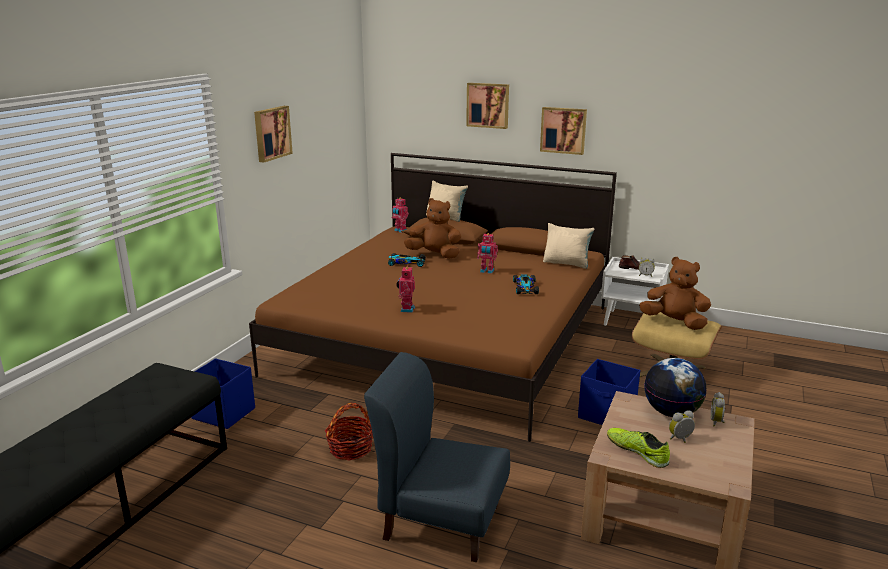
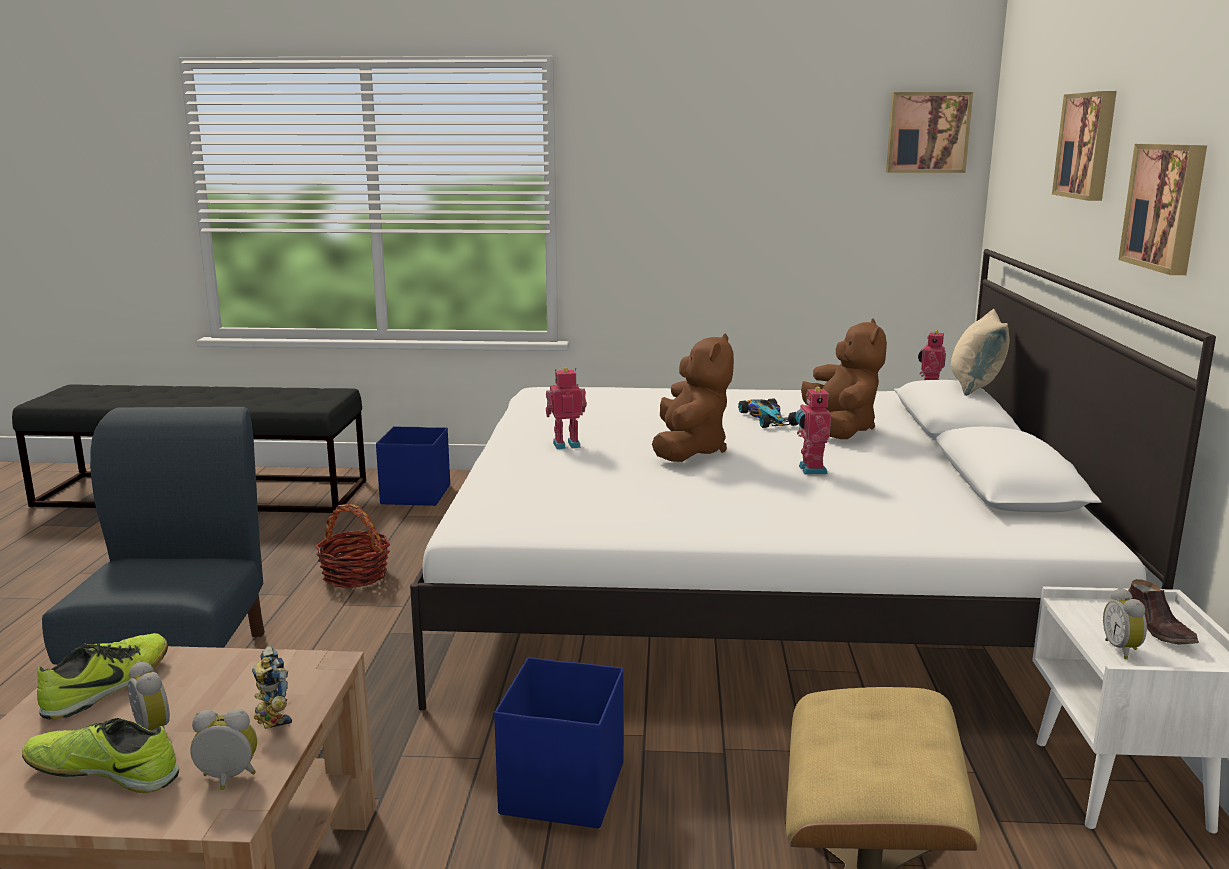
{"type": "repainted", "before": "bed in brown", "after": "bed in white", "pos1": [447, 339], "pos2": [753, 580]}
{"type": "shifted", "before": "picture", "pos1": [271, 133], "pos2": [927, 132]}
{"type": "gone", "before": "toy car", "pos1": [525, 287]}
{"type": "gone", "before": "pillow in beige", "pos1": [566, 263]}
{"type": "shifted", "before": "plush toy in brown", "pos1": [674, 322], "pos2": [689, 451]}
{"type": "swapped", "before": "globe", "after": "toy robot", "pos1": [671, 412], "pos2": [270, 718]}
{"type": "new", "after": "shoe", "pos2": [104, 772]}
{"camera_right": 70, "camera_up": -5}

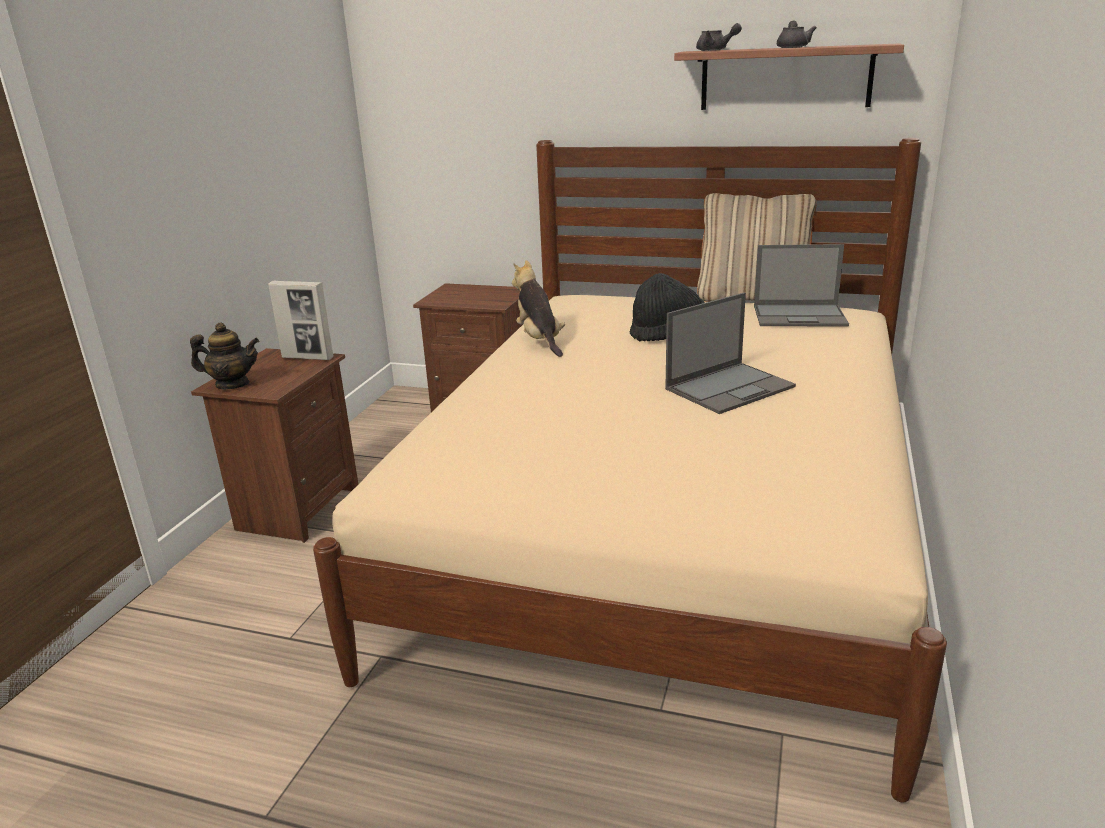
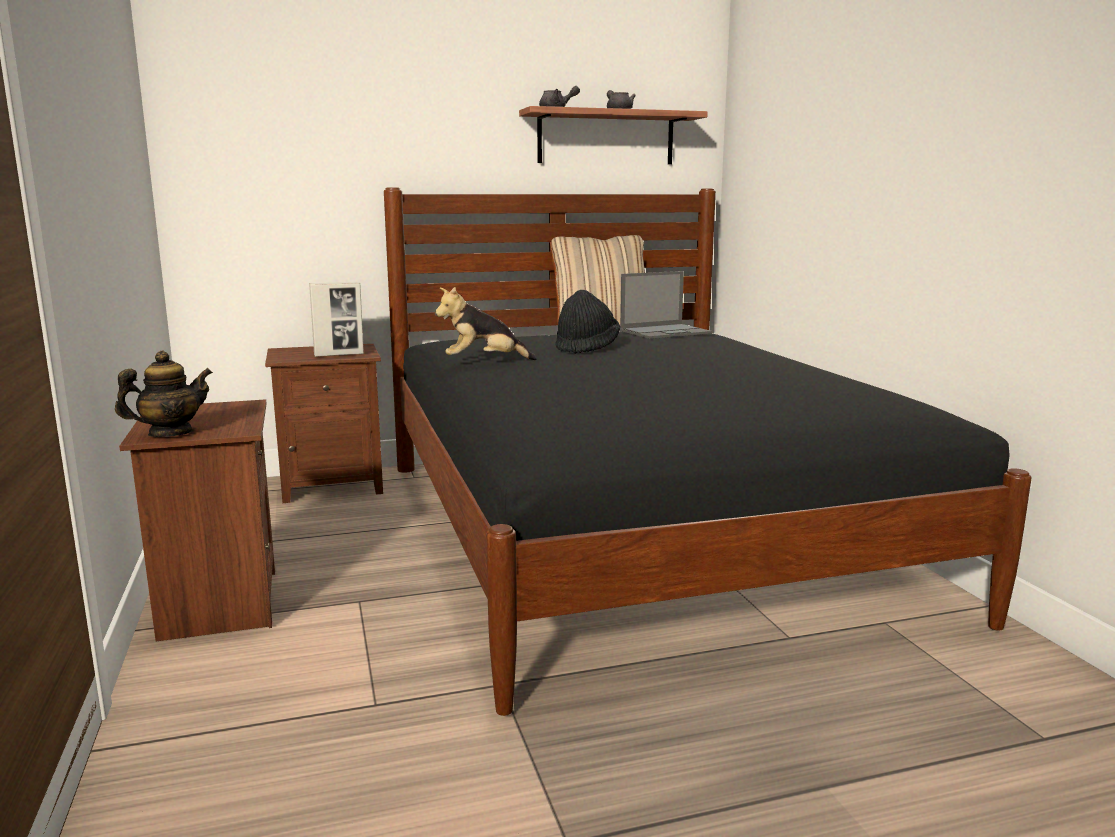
{"type": "shifted", "before": "picture frame", "pos1": [308, 357], "pos2": [339, 355]}
{"type": "repainted", "before": "bed in beige", "after": "bed in black", "pos1": [667, 533], "pos2": [634, 532]}
{"type": "rotated", "before": "plush toy", "pos1": [539, 340], "pos2": [484, 362], "turn": -45}
{"type": "gone", "before": "laptop", "pos1": [730, 387]}
{"camera_right": -35, "camera_up": -10}

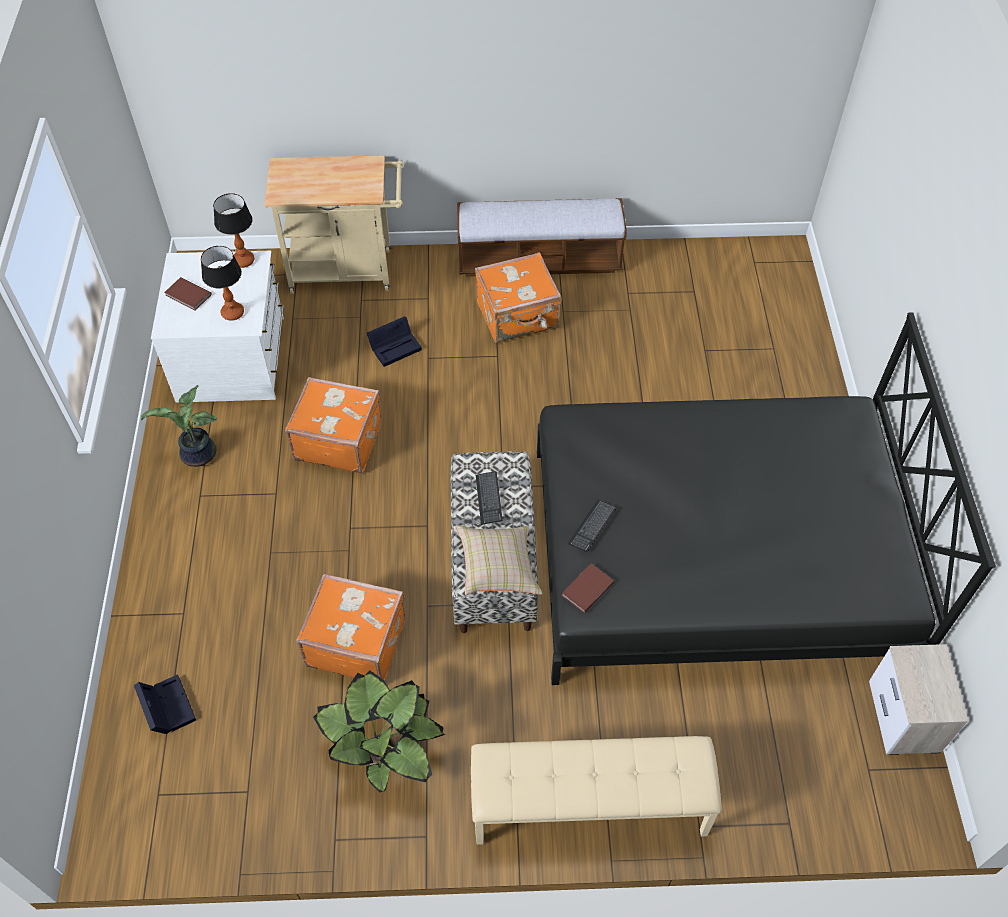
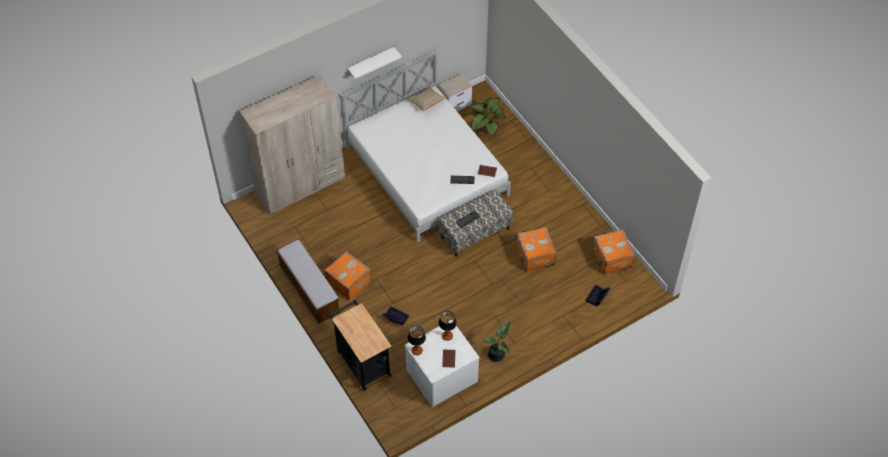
{"type": "repainted", "before": "cart in beige", "after": "cart in black", "pos1": [348, 270], "pos2": [362, 361]}
{"type": "shifted", "before": "suitcase in orange", "pos1": [338, 440], "pos2": [611, 259]}
{"type": "shifted", "before": "potted plant", "pos1": [385, 754], "pos2": [486, 130]}
{"type": "shifted", "before": "pillow in beige", "pos1": [498, 568], "pos2": [426, 102]}
{"type": "gone", "before": "bench in beige", "pos1": [589, 807]}
{"type": "repainted", "before": "bed in black", "after": "bed in white", "pos1": [715, 554], "pos2": [426, 171]}
{"type": "new", "after": "wardrobe in beige", "pos2": [300, 185]}
{"type": "new", "after": "shelf in white", "pos2": [371, 62]}
{"camera_right": -120, "camera_up": 0}

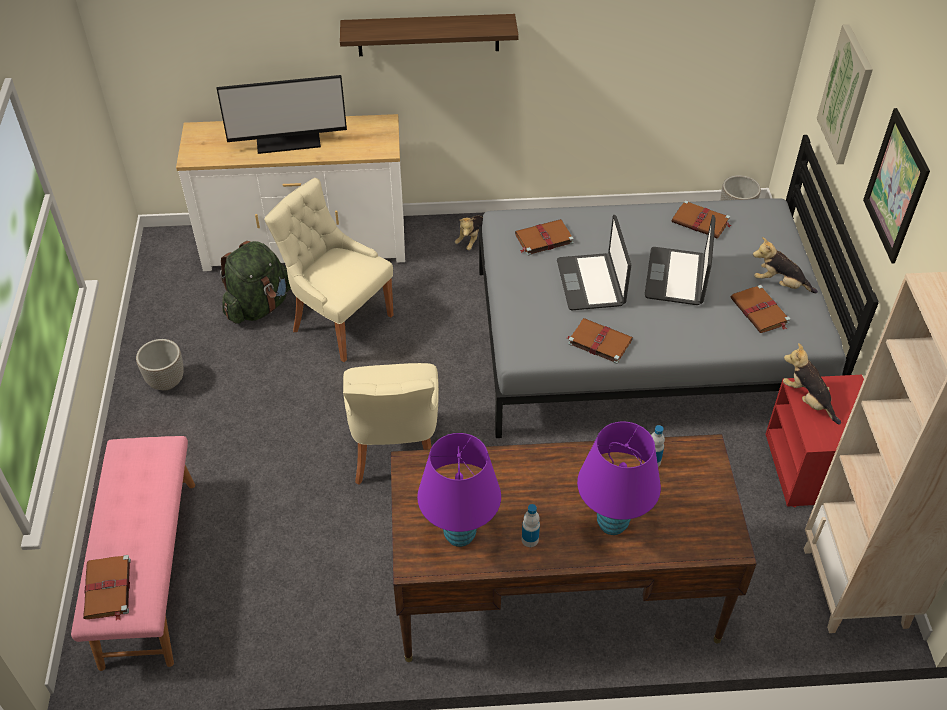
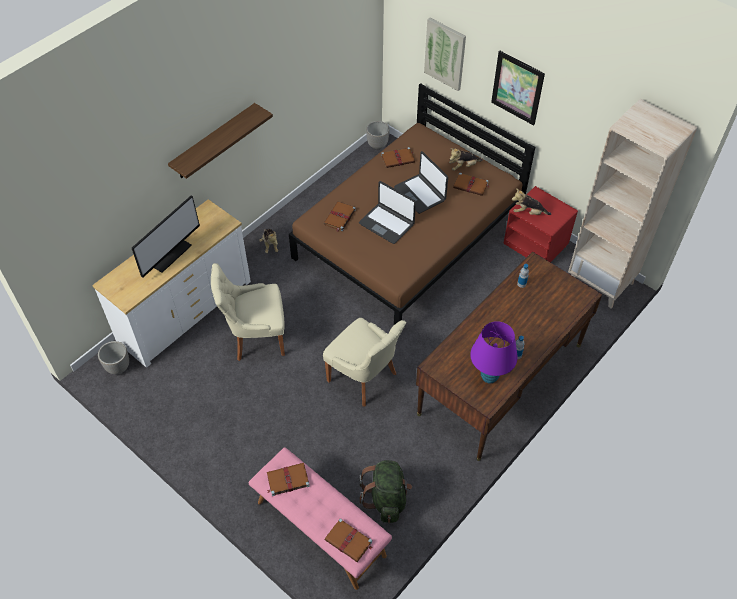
{"type": "shifted", "before": "planter", "pos1": [166, 382], "pos2": [118, 367]}
{"type": "shifted", "before": "backpack in green", "pos1": [259, 306], "pos2": [386, 498]}
{"type": "repainted", "before": "bed in grey", "after": "bed in brown", "pos1": [645, 340], "pos2": [408, 237]}
{"type": "shifted", "before": "book in brown", "pos1": [598, 341], "pos2": [287, 480]}
{"type": "gone", "before": "table lamp in purple", "pos1": [612, 523]}
{"camera_right": -45, "camera_up": 5}

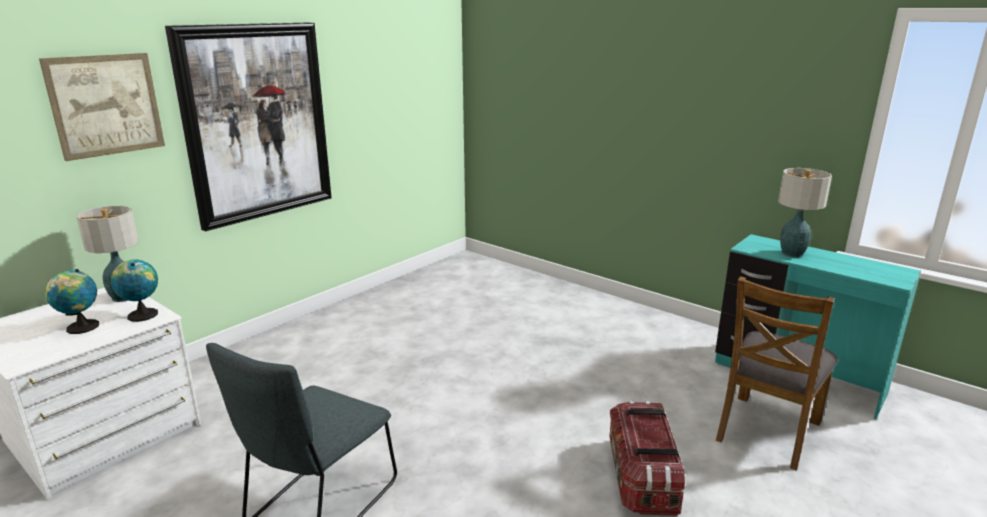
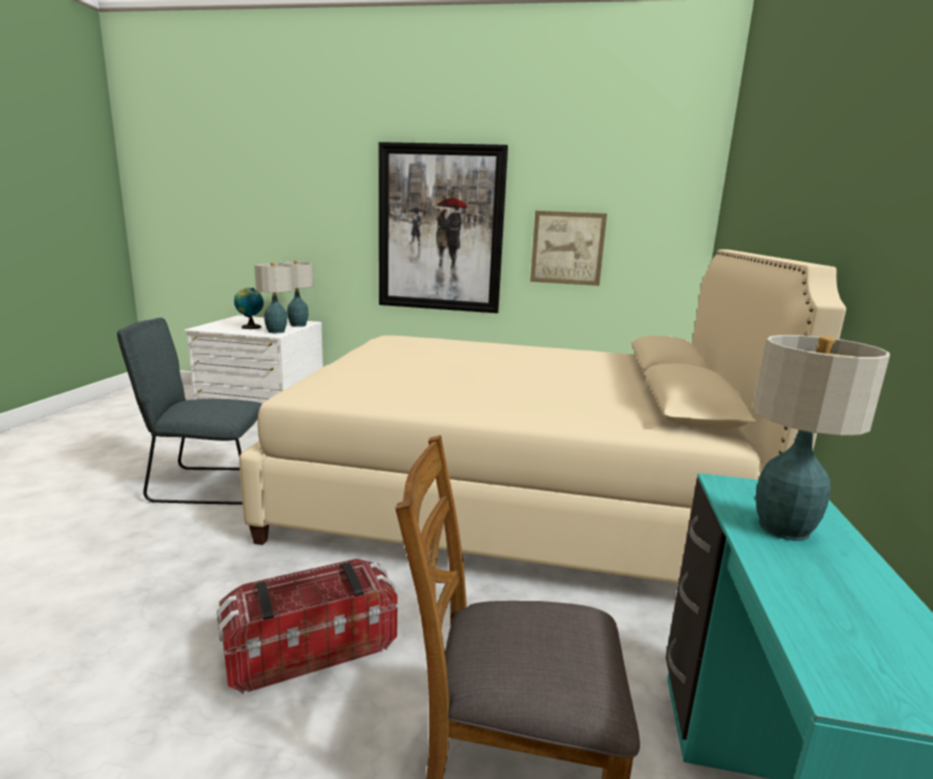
{"type": "shifted", "before": "picture", "pos1": [106, 105], "pos2": [567, 248]}
{"type": "swapped", "before": "globe", "after": "table lamp", "pos1": [142, 314], "pos2": [276, 331]}
{"type": "new", "after": "bed in beige", "pos2": [510, 495]}
{"camera_right": 60, "camera_up": -5}

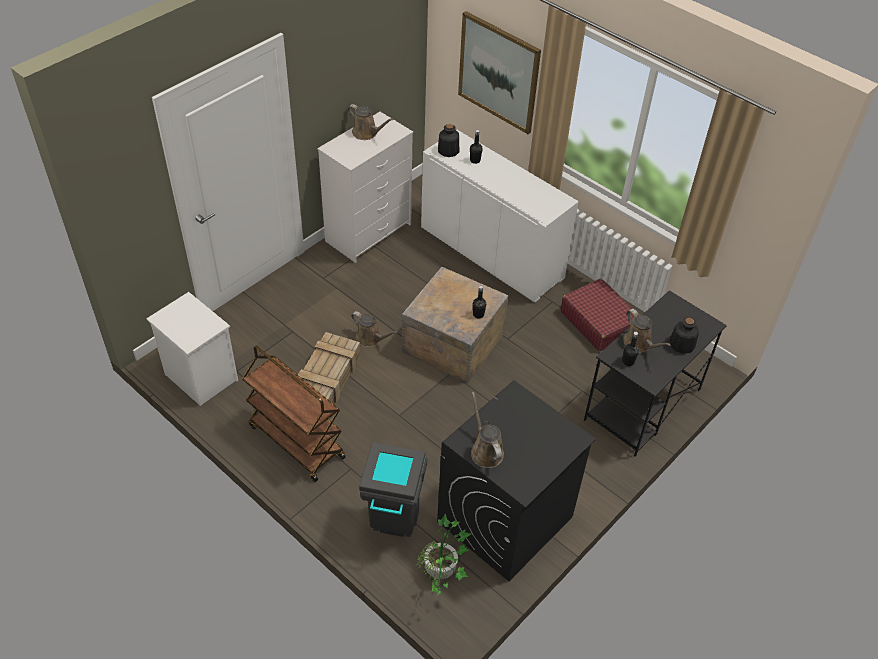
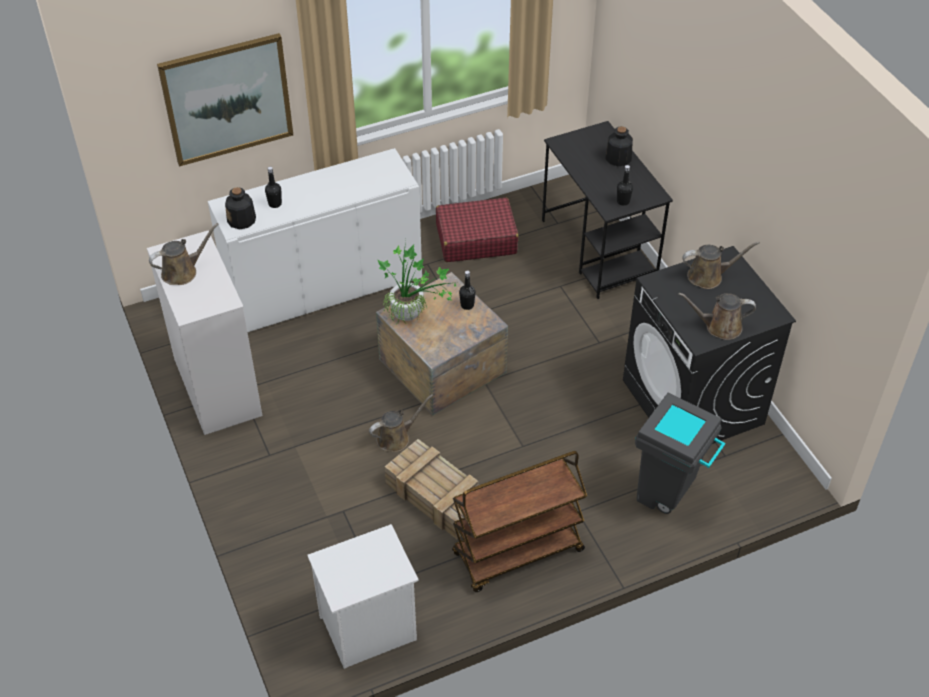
{"type": "shifted", "before": "potted plant", "pos1": [441, 576], "pos2": [413, 315]}
{"type": "shifted", "before": "watering can in brown", "pos1": [639, 344], "pos2": [708, 276]}
{"camera_right": -65, "camera_up": 0}

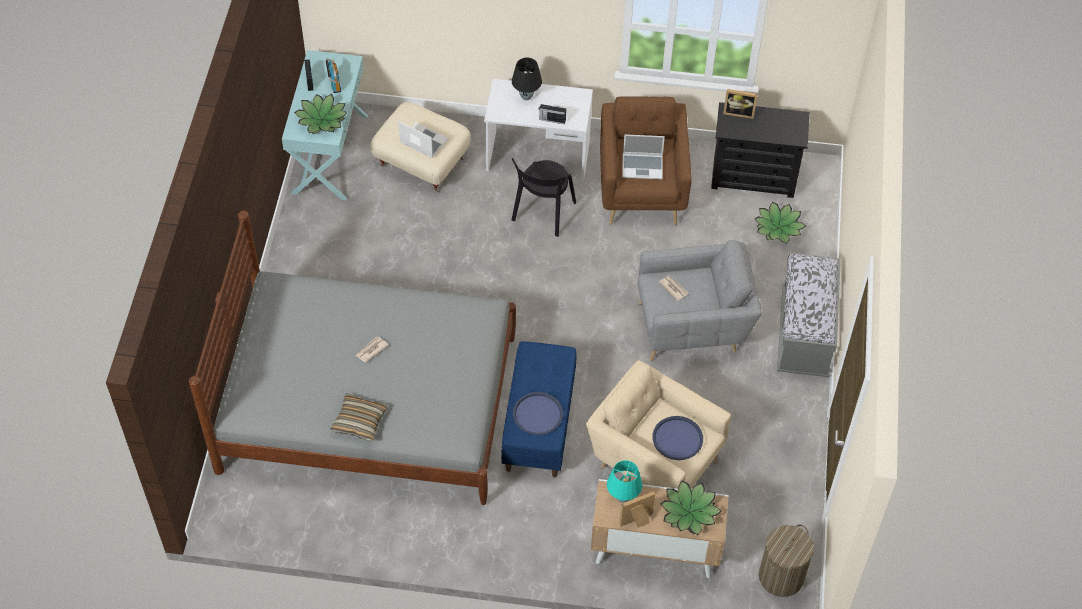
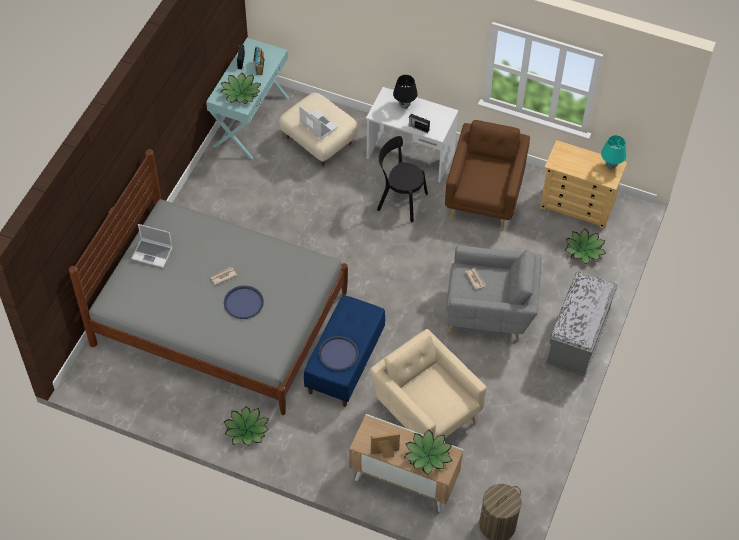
{"type": "gone", "before": "pillow", "pos1": [359, 421]}
{"type": "rotated", "before": "chair in black", "pos1": [542, 213], "pos2": [399, 200], "turn": 75}
{"type": "shifted", "before": "table lamp in turquoise", "pos1": [622, 498], "pos2": [610, 166]}
{"type": "shifted", "before": "laptop", "pos1": [643, 166], "pos2": [153, 253]}
{"type": "shifted", "before": "tray in blue", "pos1": [677, 438], "pos2": [243, 302]}
{"type": "repainted", "before": "dresser in black", "after": "dresser in beige", "pos1": [754, 177], "pos2": [577, 206]}
{"type": "gone", "before": "picture frame", "pos1": [738, 112]}
{"type": "new", "after": "potted plant", "pos2": [247, 430]}
{"camera_right": 15, "camera_up": 0}

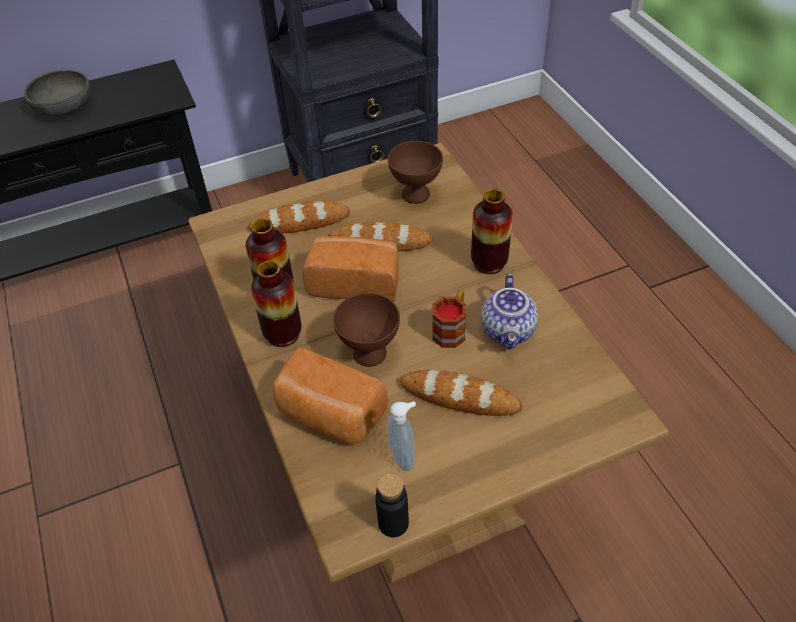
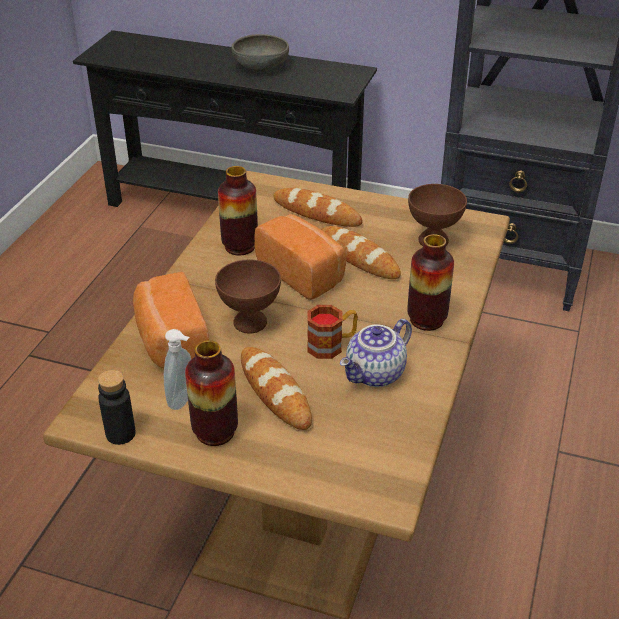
{"type": "shifted", "before": "vase", "pos1": [283, 334], "pos2": [215, 432]}
{"camera_right": 40, "camera_up": -10}

